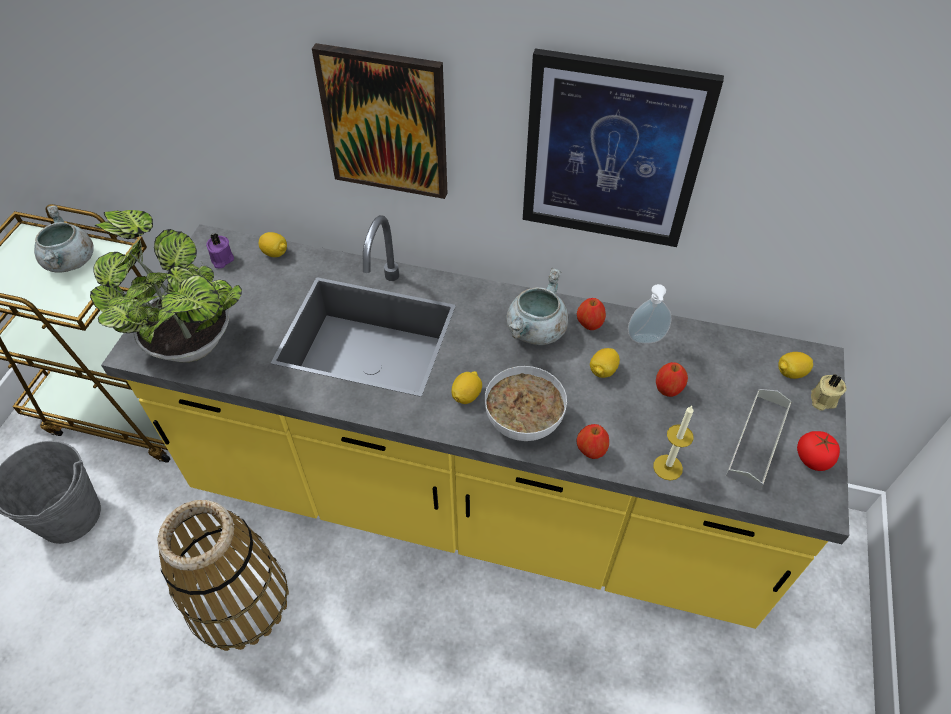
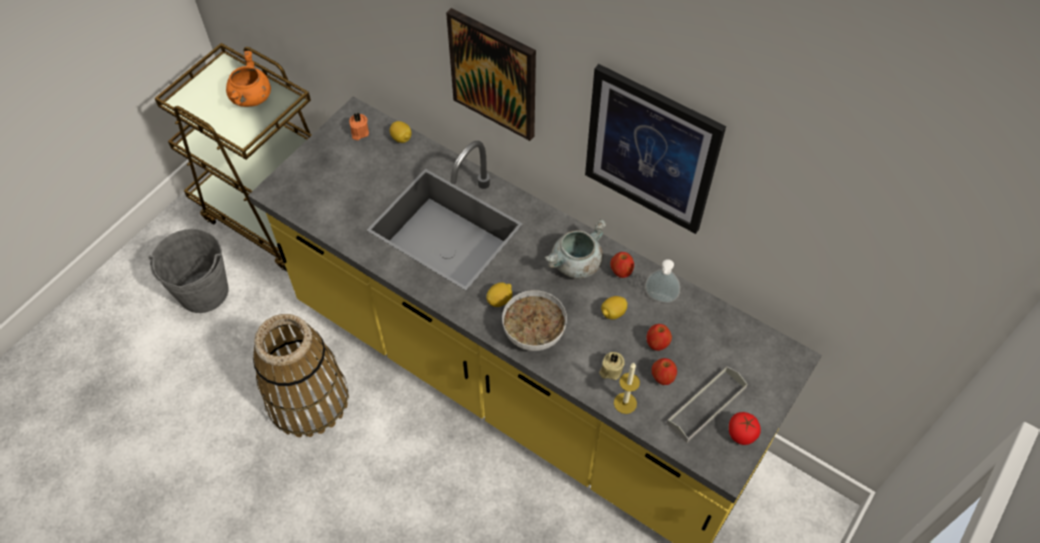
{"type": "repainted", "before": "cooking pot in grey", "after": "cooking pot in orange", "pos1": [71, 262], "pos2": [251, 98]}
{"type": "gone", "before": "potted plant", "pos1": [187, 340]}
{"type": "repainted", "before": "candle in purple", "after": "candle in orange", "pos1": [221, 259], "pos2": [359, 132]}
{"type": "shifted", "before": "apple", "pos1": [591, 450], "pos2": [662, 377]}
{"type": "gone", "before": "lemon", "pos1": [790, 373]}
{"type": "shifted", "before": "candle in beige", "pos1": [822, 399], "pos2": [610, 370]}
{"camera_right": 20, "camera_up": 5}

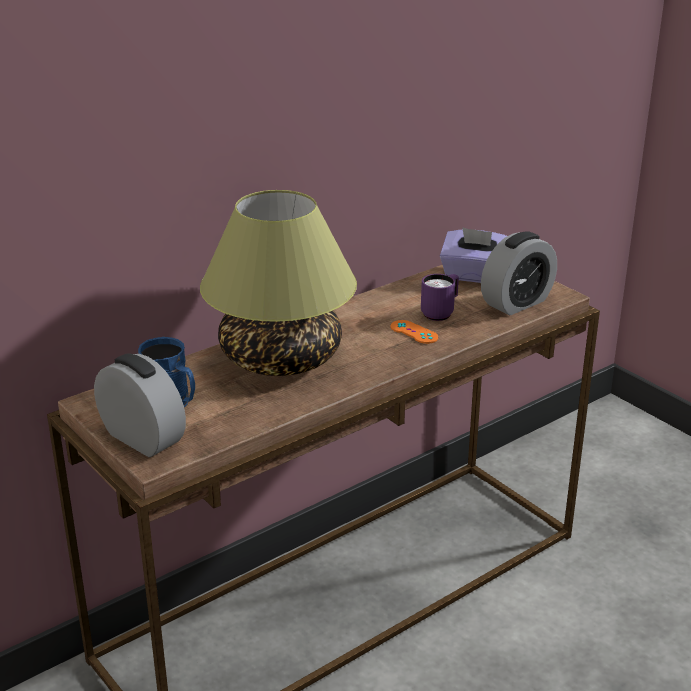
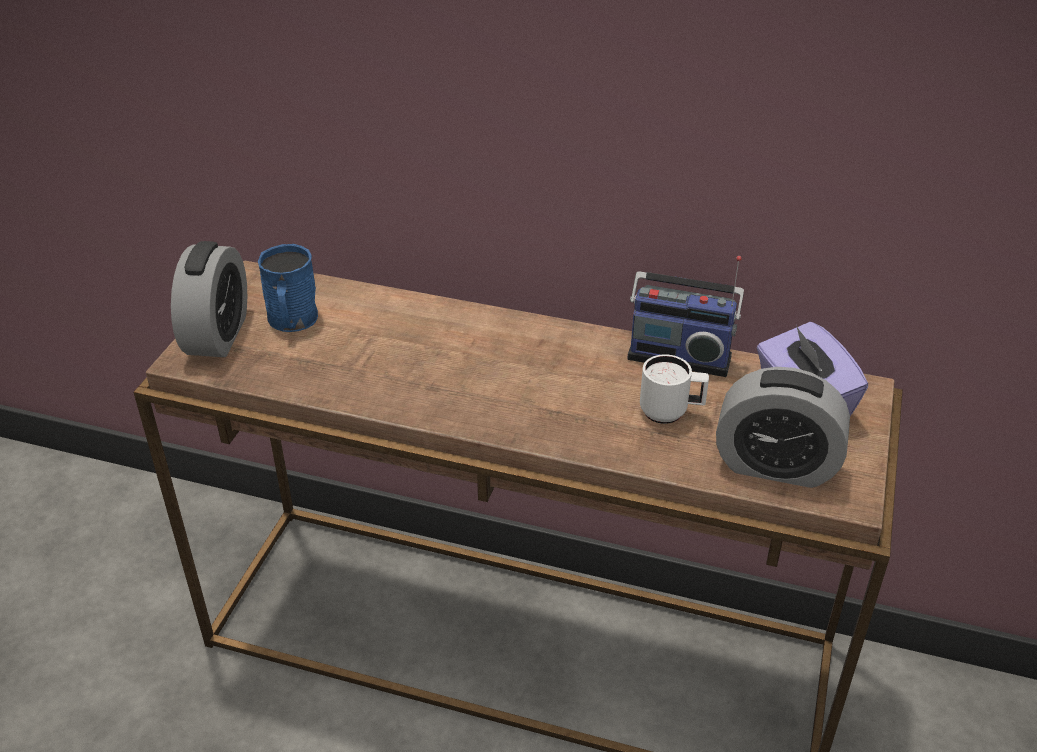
{"type": "gone", "before": "table lamp", "pos1": [282, 358]}
{"type": "gone", "before": "game controller in orange", "pos1": [414, 332]}
{"type": "repainted", "before": "mug in purple", "after": "mug in white", "pos1": [440, 313], "pos2": [671, 412]}
{"type": "new", "after": "radio", "pos2": [680, 355]}
{"camera_right": 55, "camera_up": 10}

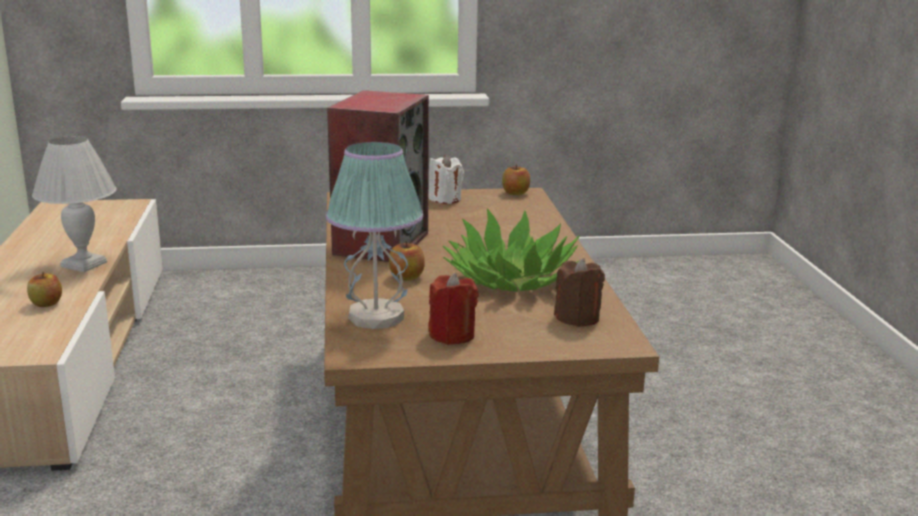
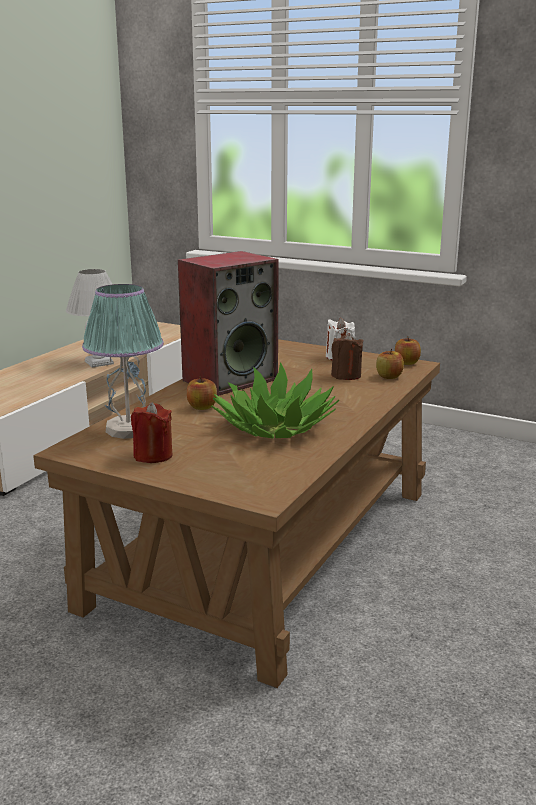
{"type": "shifted", "before": "apple", "pos1": [46, 304], "pos2": [389, 377]}
{"type": "shifted", "before": "candle in brown", "pos1": [577, 318], "pos2": [346, 375]}
{"camera_right": 35, "camera_up": 0}

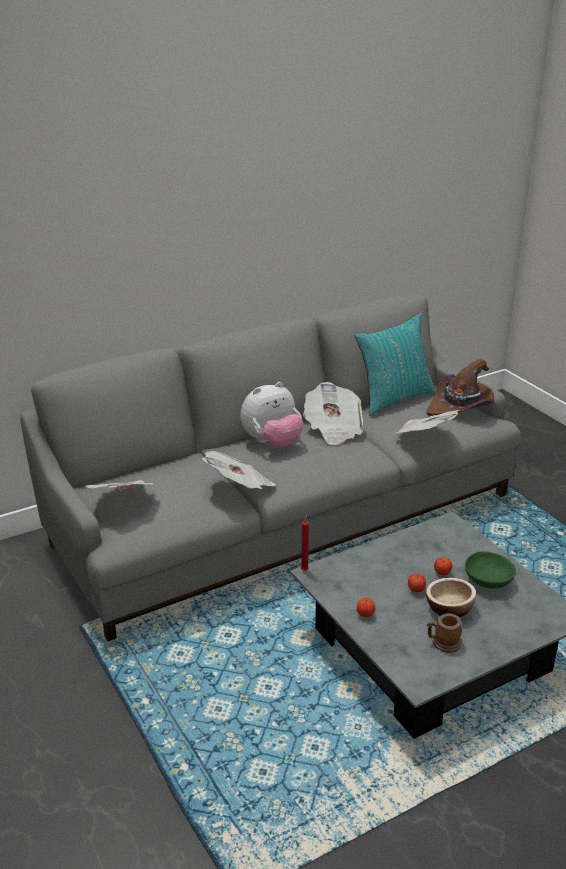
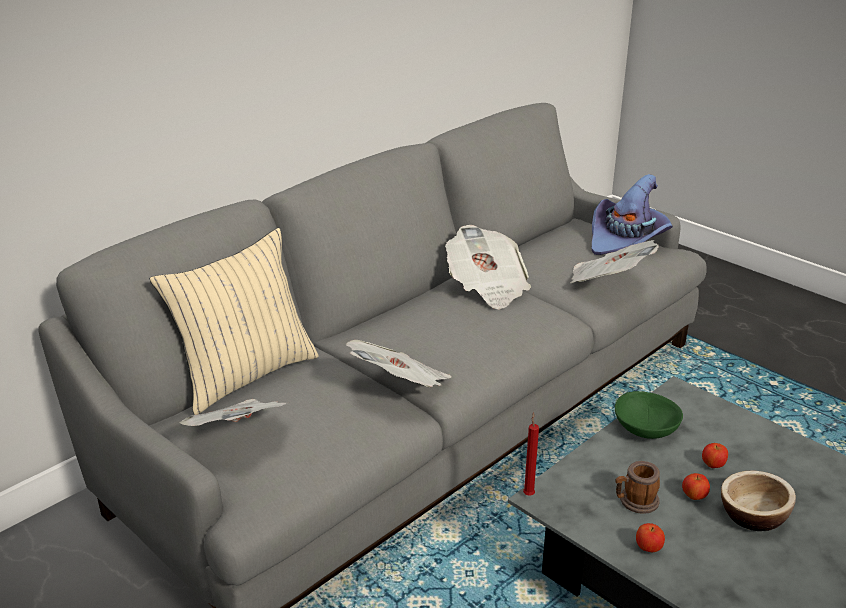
{"type": "gone", "before": "plush toy", "pos1": [272, 442]}
{"type": "gone", "before": "pillow in turquoise", "pos1": [393, 399]}
{"type": "repainted", "before": "hat in brown", "after": "hat in purple", "pos1": [460, 406], "pos2": [627, 239]}
{"type": "shifted", "before": "mug", "pos1": [443, 643], "pos2": [635, 501]}
{"type": "shifted", "before": "bowl in green", "pos1": [487, 581], "pos2": [644, 430]}
{"type": "new", "after": "pillow in beige", "pos2": [245, 375]}
{"camera_right": -15, "camera_up": 0}

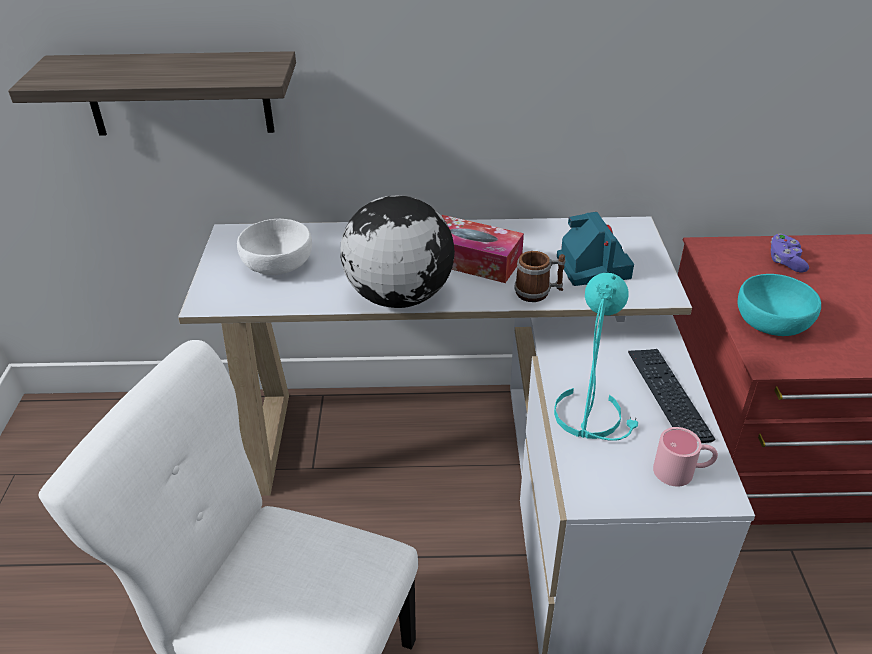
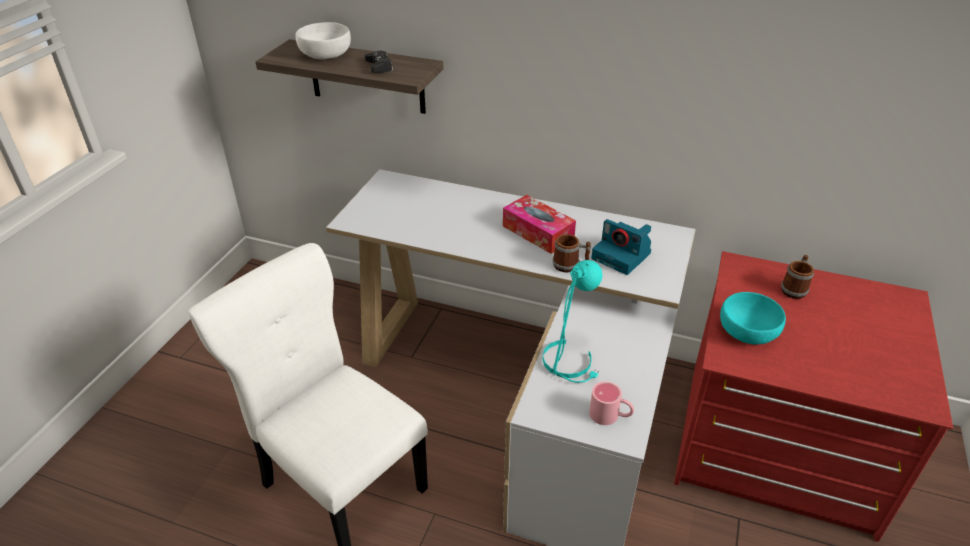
{"type": "shifted", "before": "bowl in white", "pos1": [279, 265], "pos2": [326, 55]}
{"type": "gone", "before": "globe", "pos1": [398, 296]}
{"type": "rotated", "before": "photo camera", "pos1": [592, 266], "pos2": [622, 256], "turn": 120}
{"type": "gone", "before": "keyboard", "pos1": [668, 395]}
{"type": "swapped", "before": "game controller in purple", "after": "mug", "pos1": [785, 261], "pos2": [794, 288]}
{"type": "new", "after": "game controller in black", "pos2": [379, 67]}
{"camera_right": 20, "camera_up": 0}

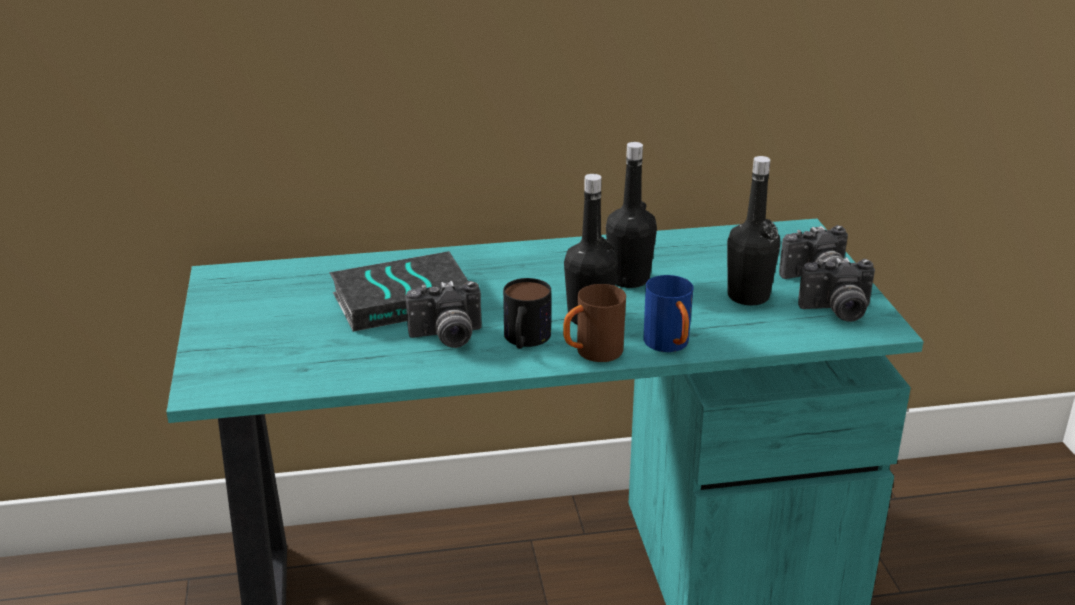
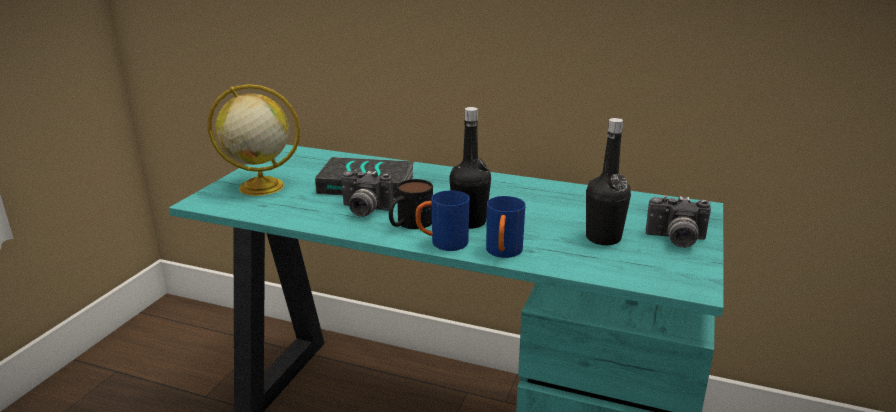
{"type": "repainted", "before": "mug in brown", "after": "mug in blue", "pos1": [591, 354], "pos2": [442, 243]}
{"type": "gone", "before": "bottle in black", "pos1": [629, 279]}
{"type": "gone", "before": "photo camera", "pos1": [837, 312]}
{"type": "new", "after": "globe", "pos2": [260, 187]}
{"camera_right": 30, "camera_up": -5}

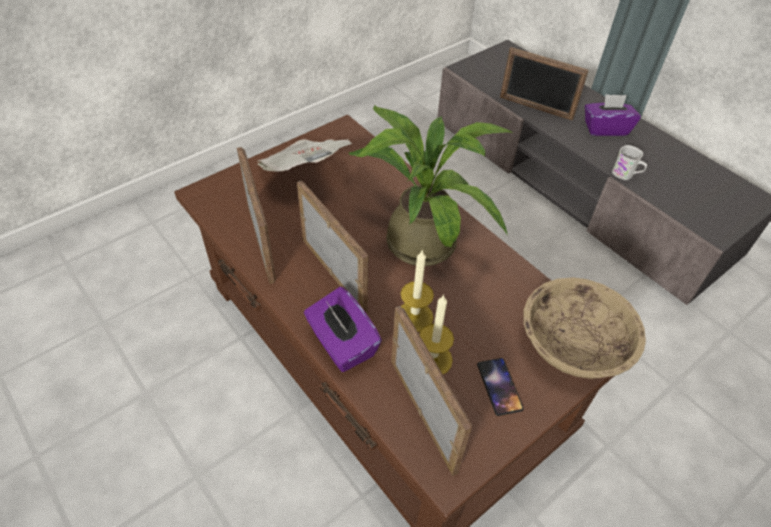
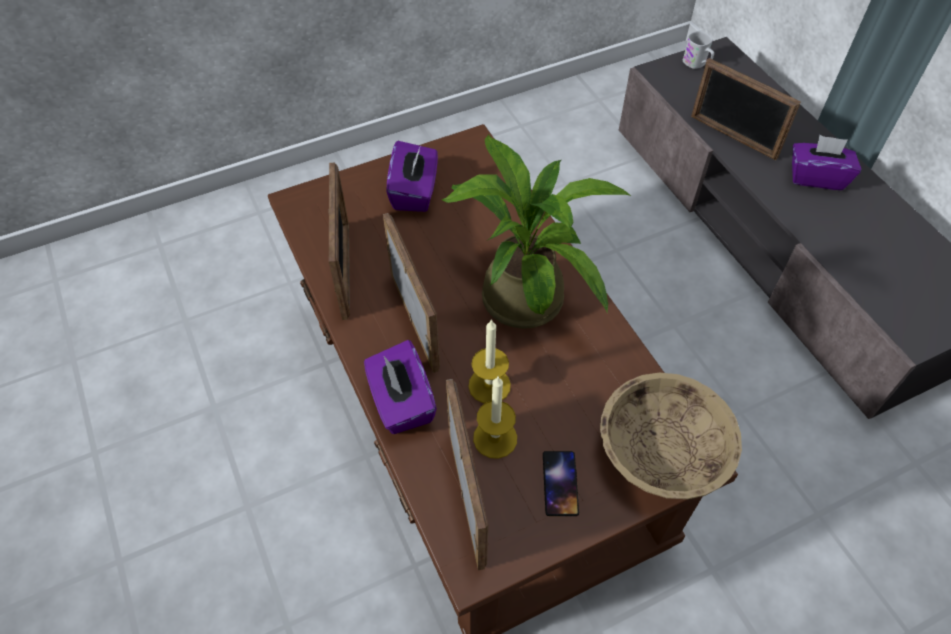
{"type": "swapped", "before": "newspaper", "after": "tissue box in purple", "pos1": [305, 172], "pos2": [414, 192]}
{"type": "shifted", "before": "mug in white", "pos1": [626, 175], "pos2": [697, 64]}
{"camera_right": 15, "camera_up": 5}

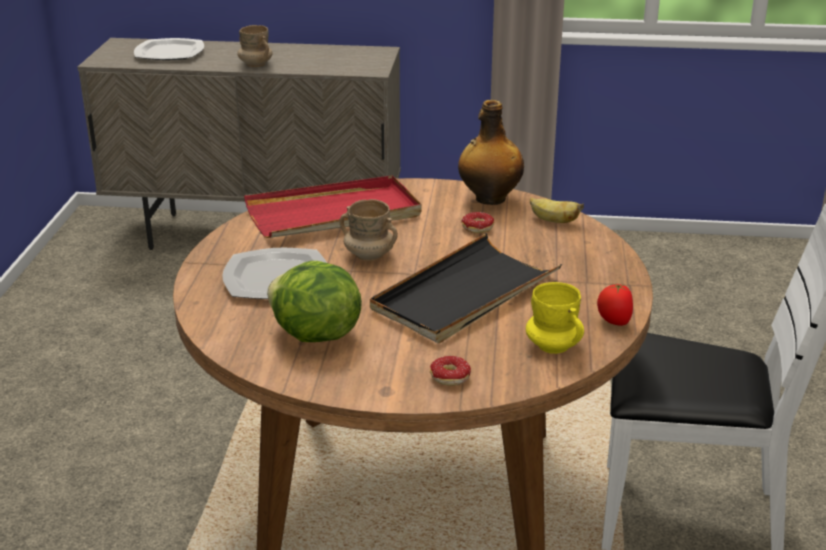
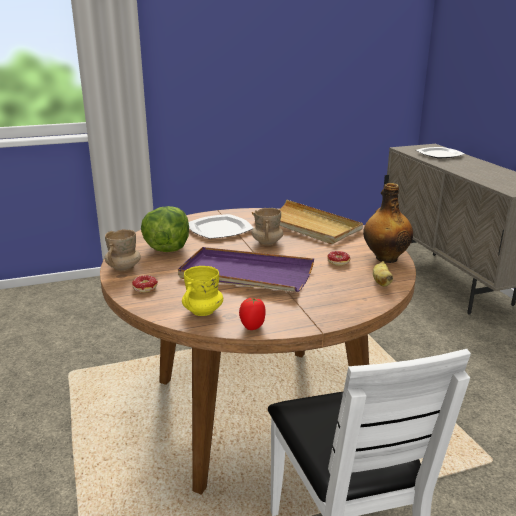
{"type": "shifted", "before": "mug in beige", "pos1": [255, 64], "pos2": [123, 268]}
{"type": "repainted", "before": "tray in red", "after": "tray in beige", "pos1": [334, 214], "pos2": [307, 225]}
{"type": "repainted", "before": "tray in black", "after": "tray in purple", "pos1": [464, 294], "pos2": [245, 274]}
{"camera_right": 65, "camera_up": -5}

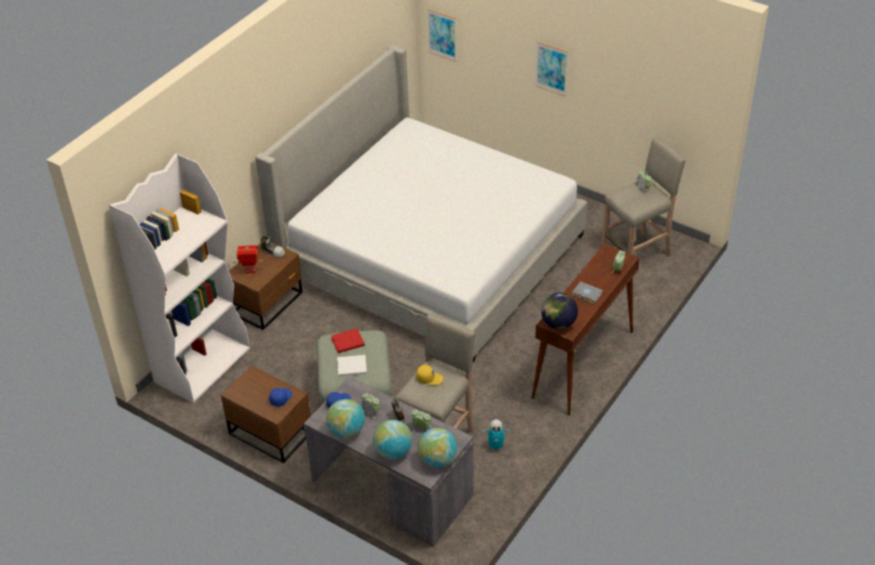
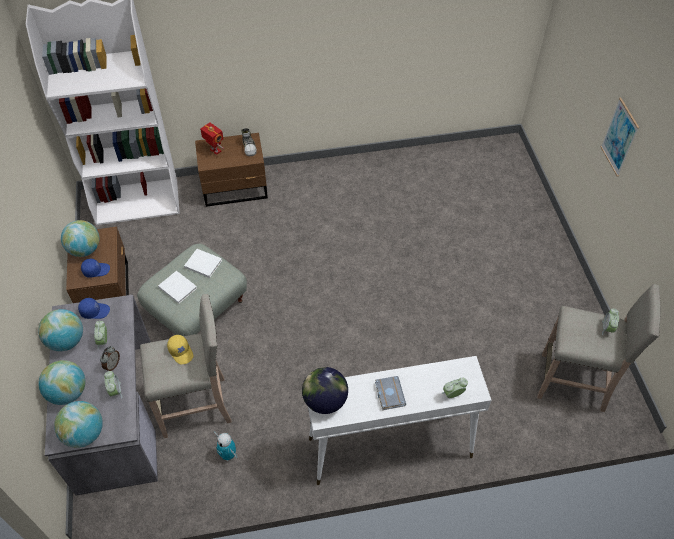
{"type": "gone", "before": "bed", "pos1": [431, 255]}
{"type": "repainted", "before": "book in red", "after": "book in white", "pos1": [346, 342], "pos2": [202, 263]}
{"type": "gone", "before": "picture", "pos1": [442, 35]}
{"type": "repainted", "before": "console table in brown", "after": "console table in white", "pos1": [583, 364], "pos2": [389, 448]}
{"type": "new", "after": "globe", "pos2": [85, 249]}
{"camera_right": 45, "camera_up": 10}

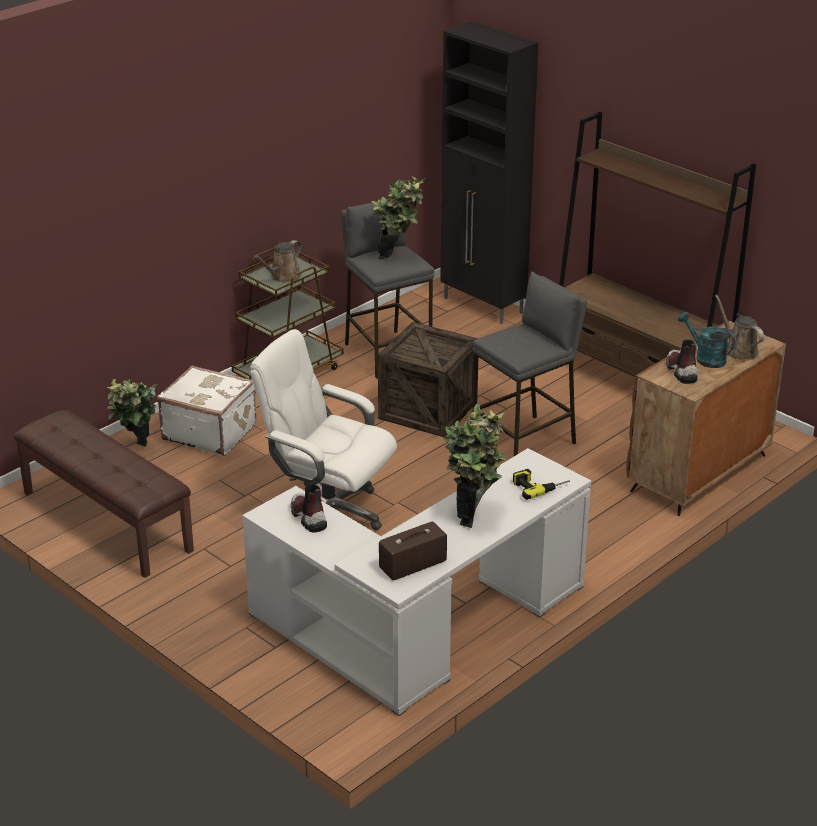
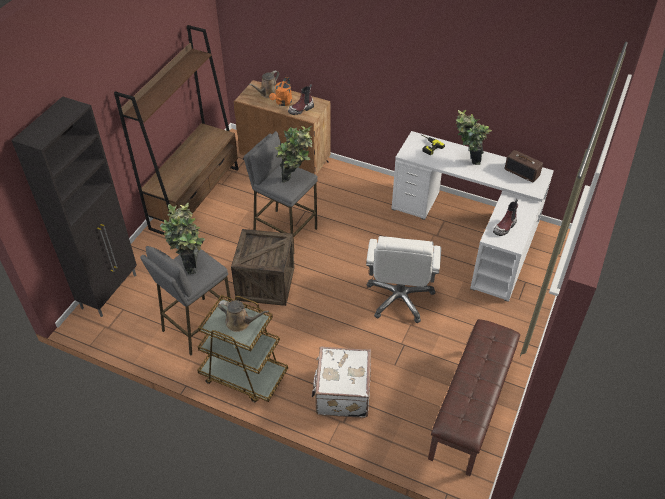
{"type": "shifted", "before": "potted plant", "pos1": [136, 452], "pos2": [296, 179]}
{"type": "repainted", "before": "watering can in turquoise", "after": "watering can in orange", "pos1": [705, 358], "pos2": [282, 103]}
{"camera_right": -110, "camera_up": 15}

